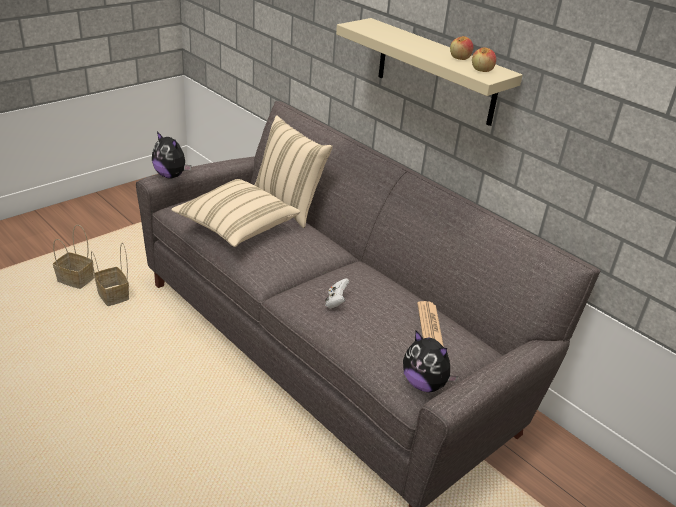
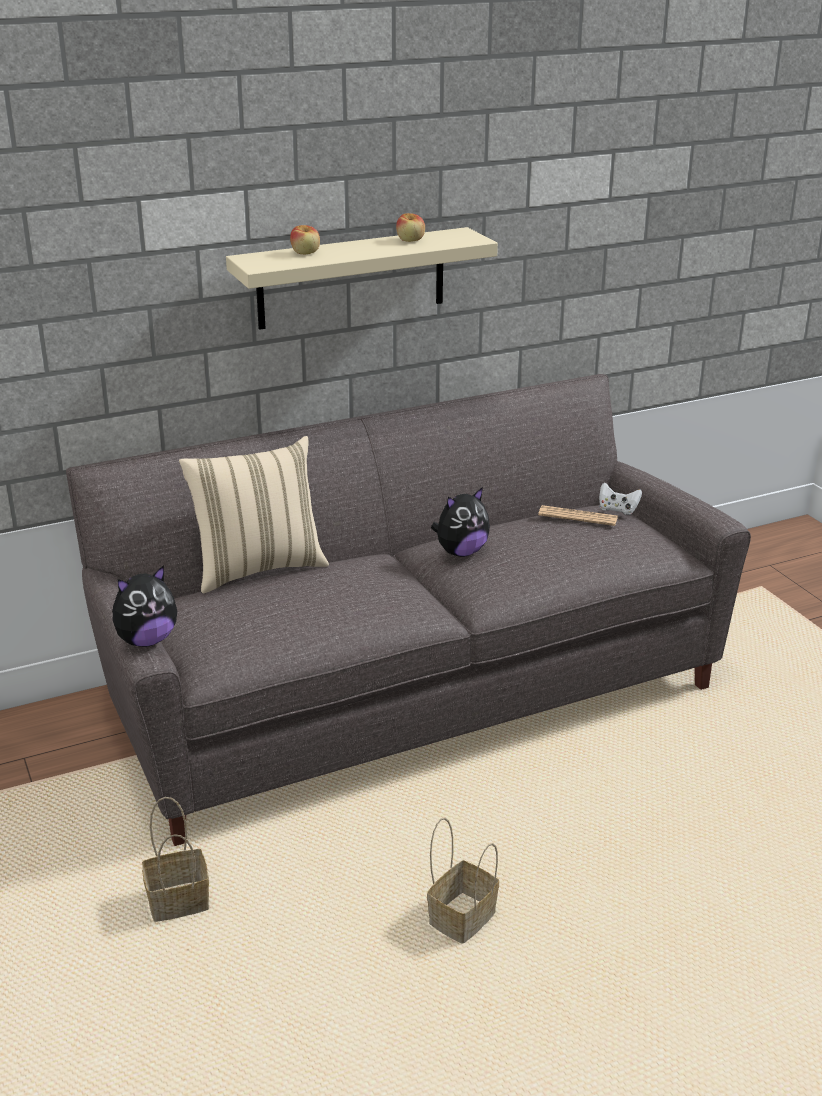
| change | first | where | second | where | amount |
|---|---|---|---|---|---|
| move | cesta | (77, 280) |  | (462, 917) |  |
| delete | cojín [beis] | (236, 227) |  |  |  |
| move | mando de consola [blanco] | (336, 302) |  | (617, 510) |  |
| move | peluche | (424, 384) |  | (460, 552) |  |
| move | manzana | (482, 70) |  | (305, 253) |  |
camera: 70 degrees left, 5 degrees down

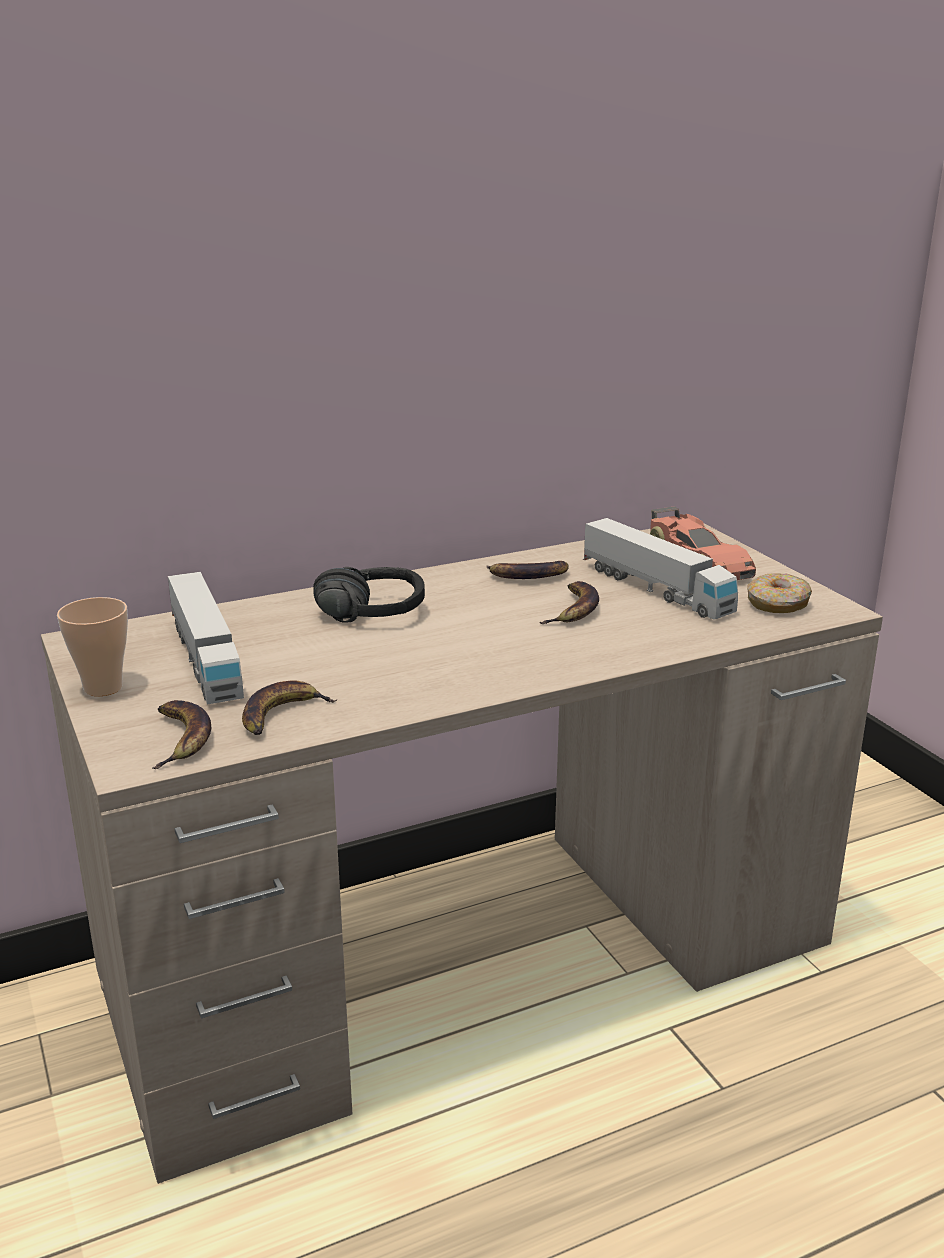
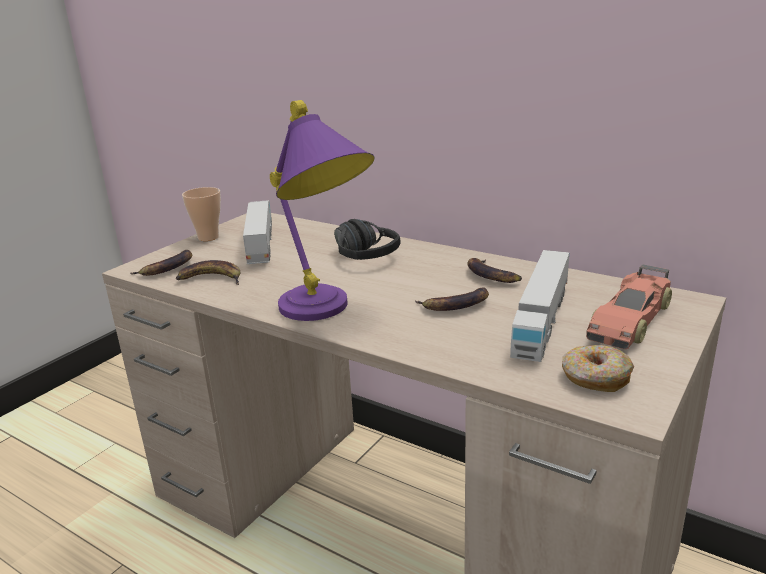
| change | first | where | second | where | amount |
|---|---|---|---|---|---|
| rotate | camión de juguete | (206, 659) |  | (260, 243) | 135 degrees clockwise |
| insert |  |  | lámpara de mesa [morado] | (326, 314) |  |
camera: 60 degrees right, 0 degrees up

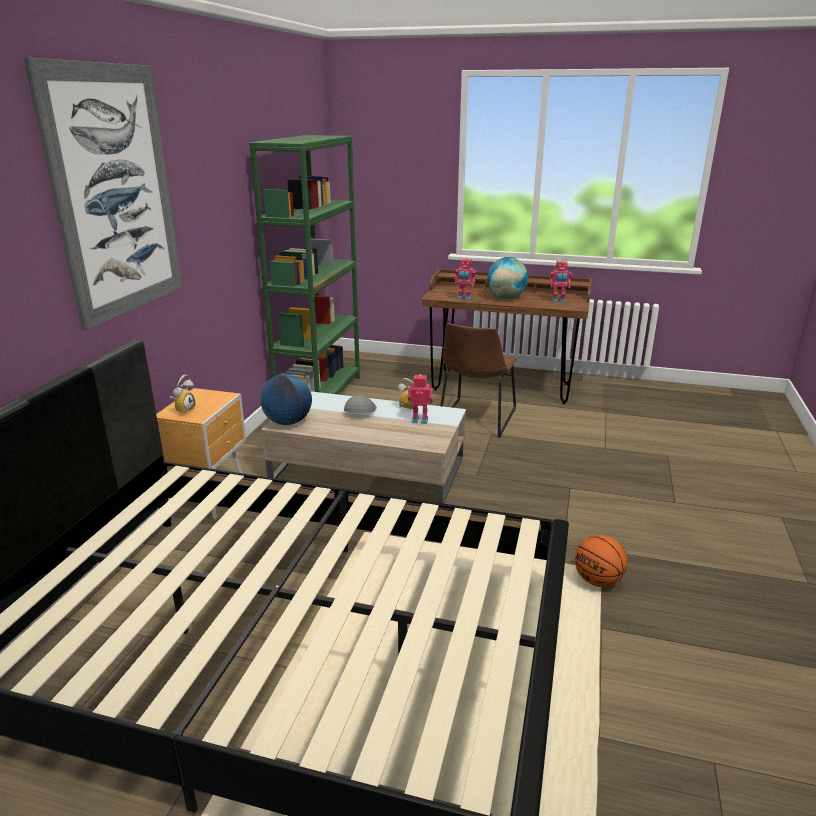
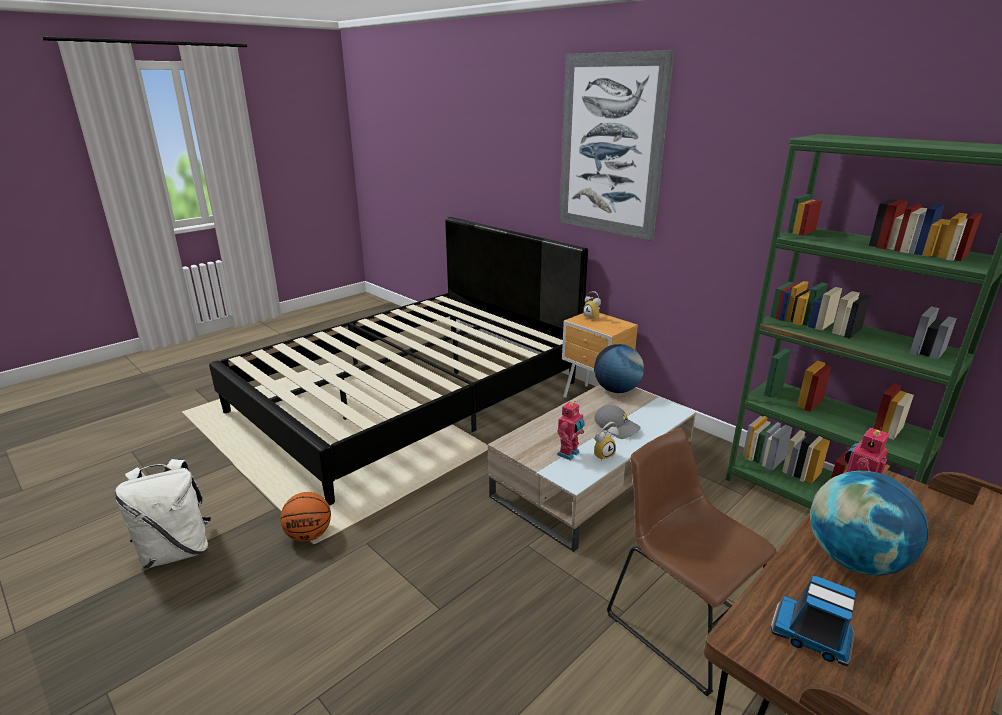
| change | first | where | second | where | amount |
|---|---|---|---|---|---|
| replace | robot de juguete | (558, 301) | camión de juguete | (813, 636) |  |
| insert |  |  | mochila [blanco] | (177, 551) |  |
camera: 120 degrees right, 0 degrees up

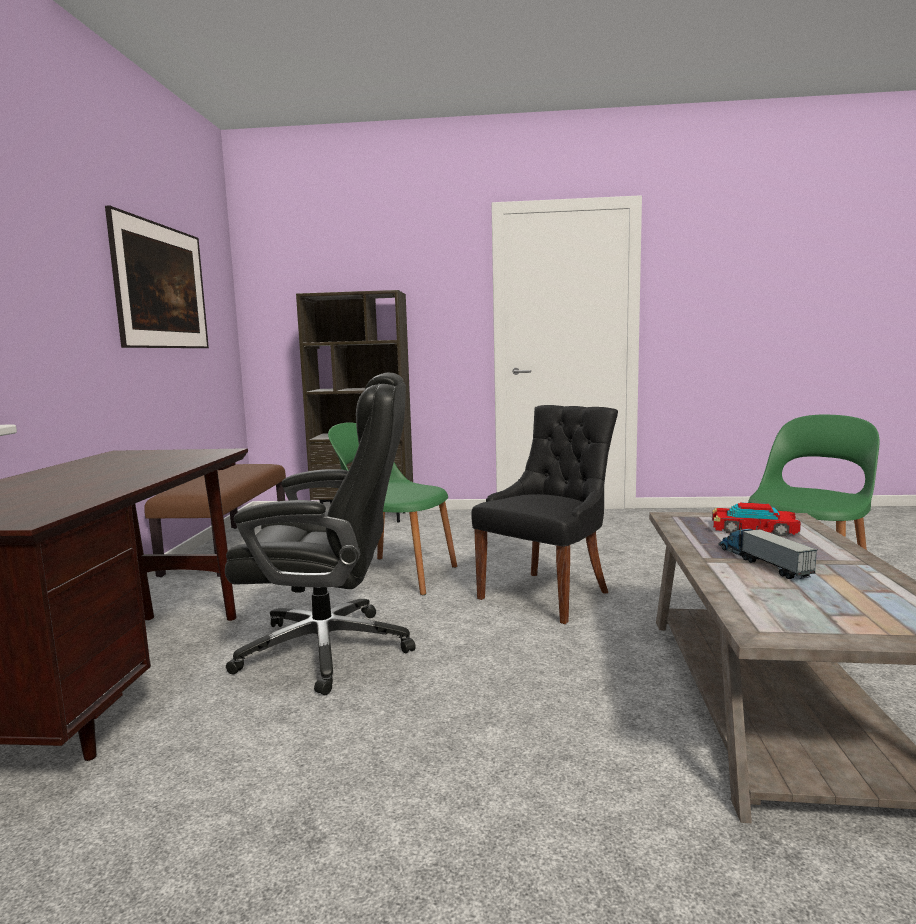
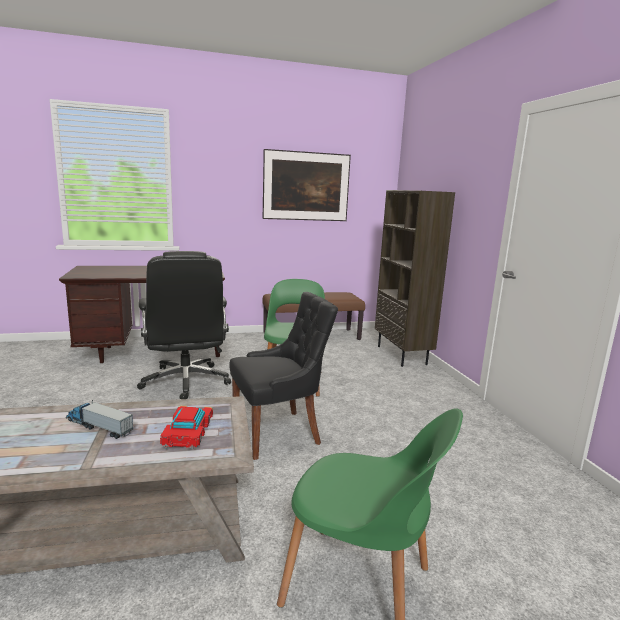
| change | first | where | second | where | amount |
|---|---|---|---|---|---|
| rotate | silla [negro] | (547, 595) |  | (278, 432) | 45 degrees counterclockwise |
| rotate | camión de juguete | (762, 563) |  | (98, 427) | 120 degrees counterclockwise |
camera: 70 degrees right, 5 degrees up

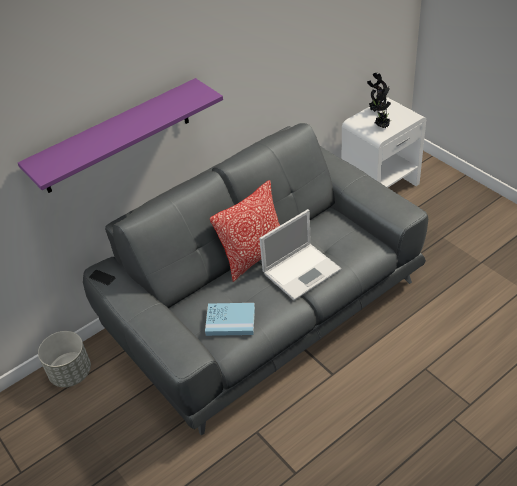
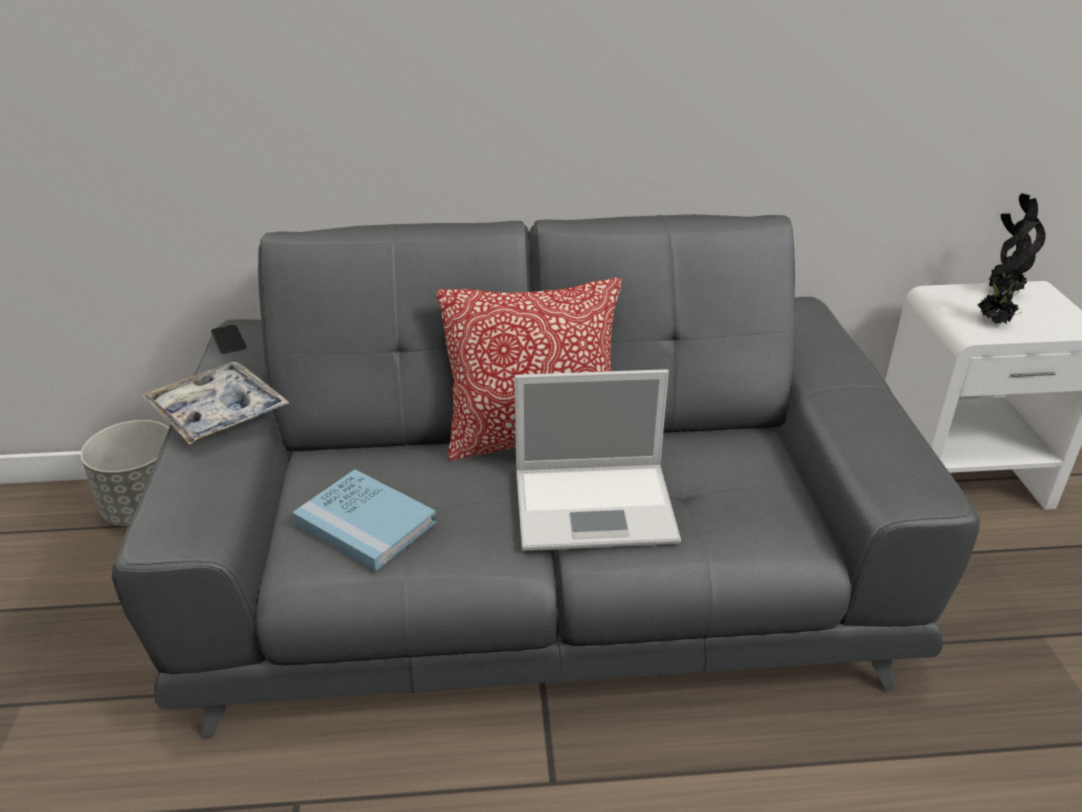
| change | first | where | second | where | amount |
|---|---|---|---|---|---|
| delete | estante [morado] | (116, 137) |  |  |  |
| insert |  |  | bandeja | (218, 413) |  |
camera: 30 degrees right, 10 degrees down

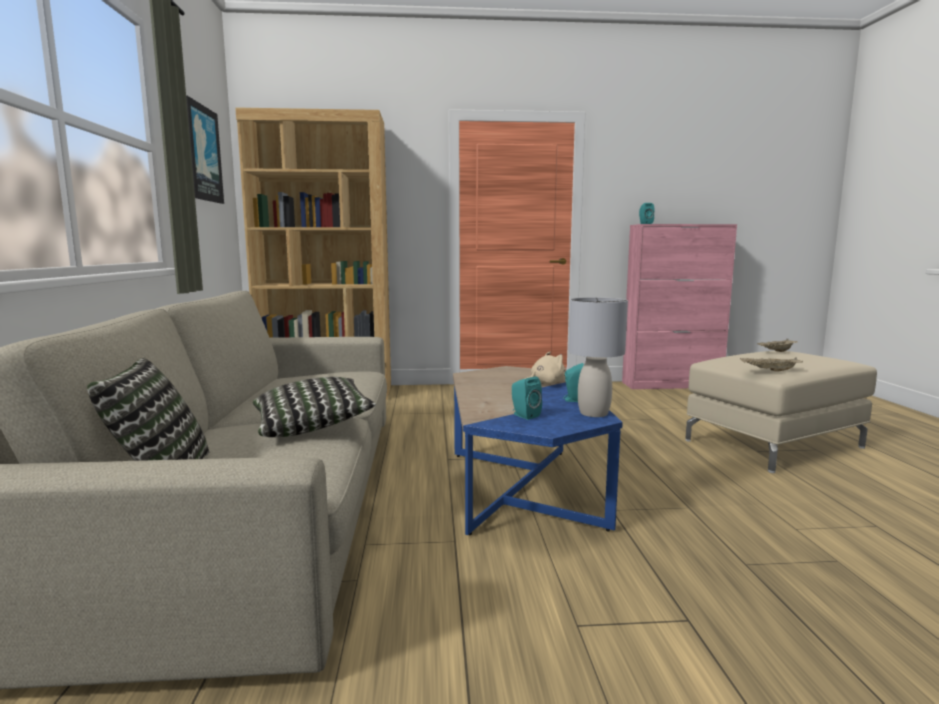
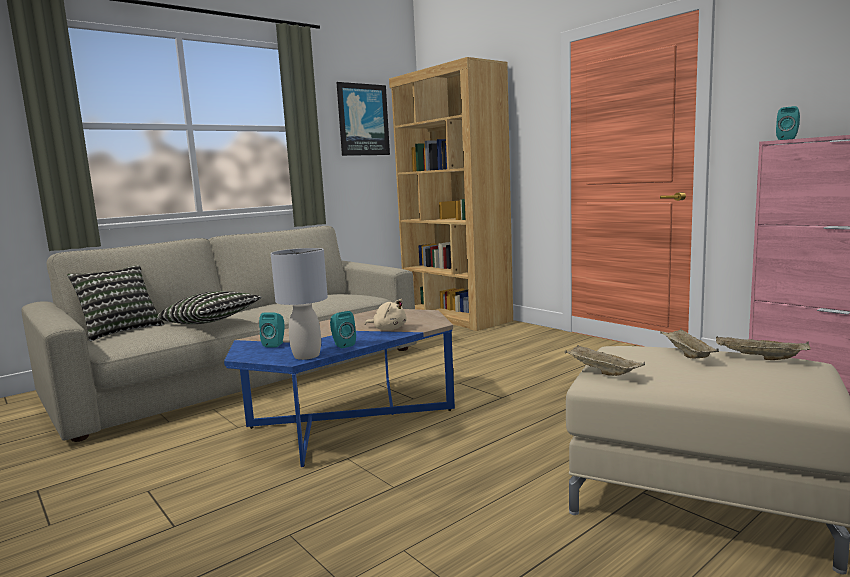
| change | first | where | second | where | amount |
|---|---|---|---|---|---|
| insert |  |  | bandeja [beis] | (686, 354) |  |
camera: 55 degrees right, 0 degrees up

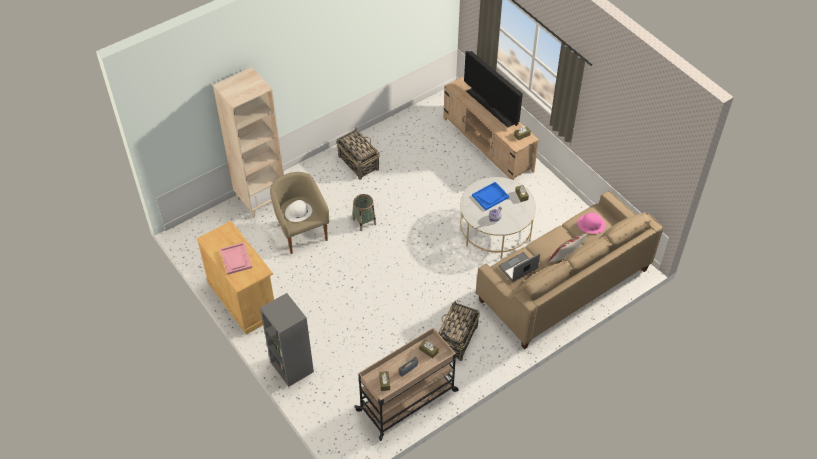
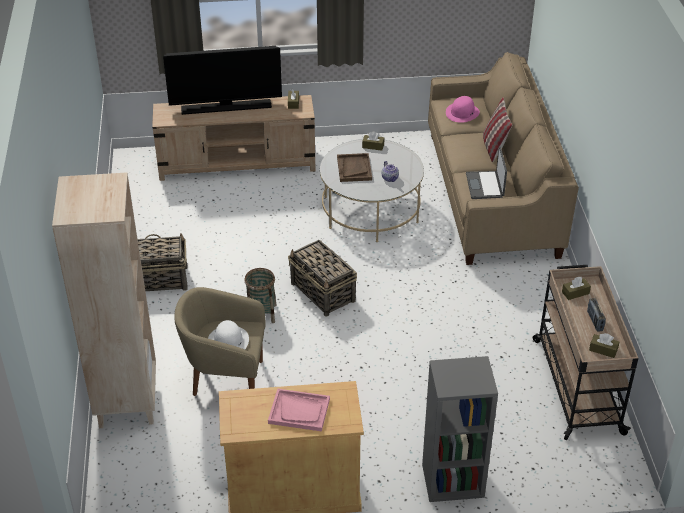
| change | first | where | second | where | amount |
|---|---|---|---|---|---|
| move | cesta | (456, 339) |  | (323, 292) |  |
| recolor | bandeja [azul] | (490, 196) | bandeja [marrón] | (354, 168) |  |
camera: 60 degrees left, 10 degrees down

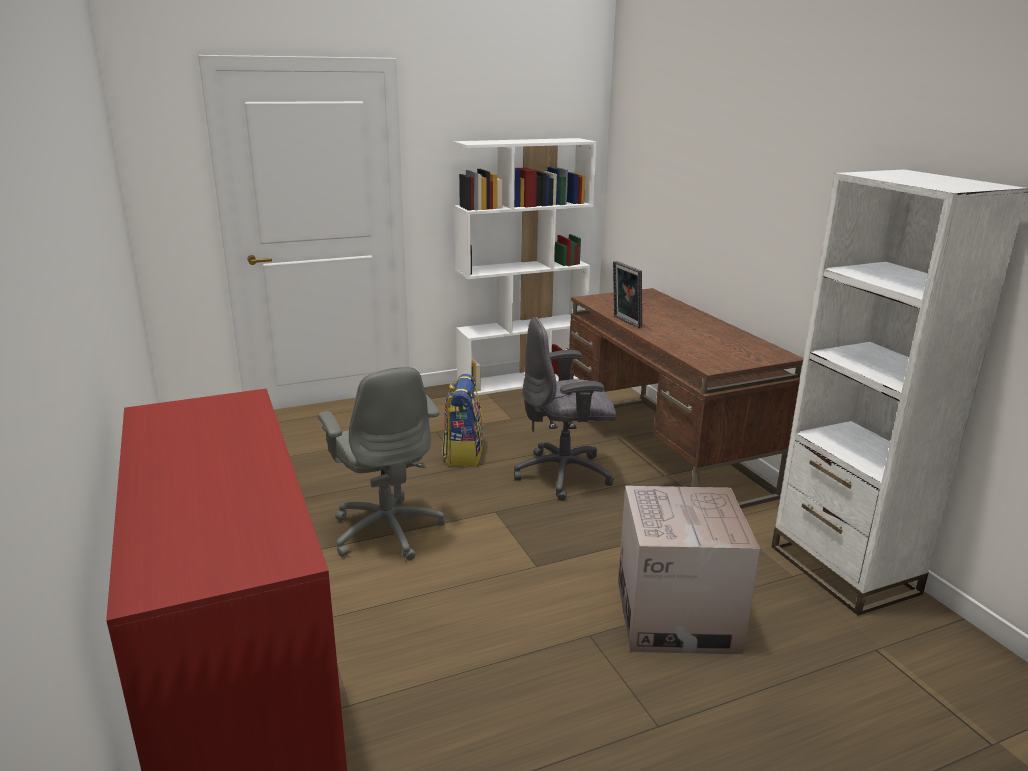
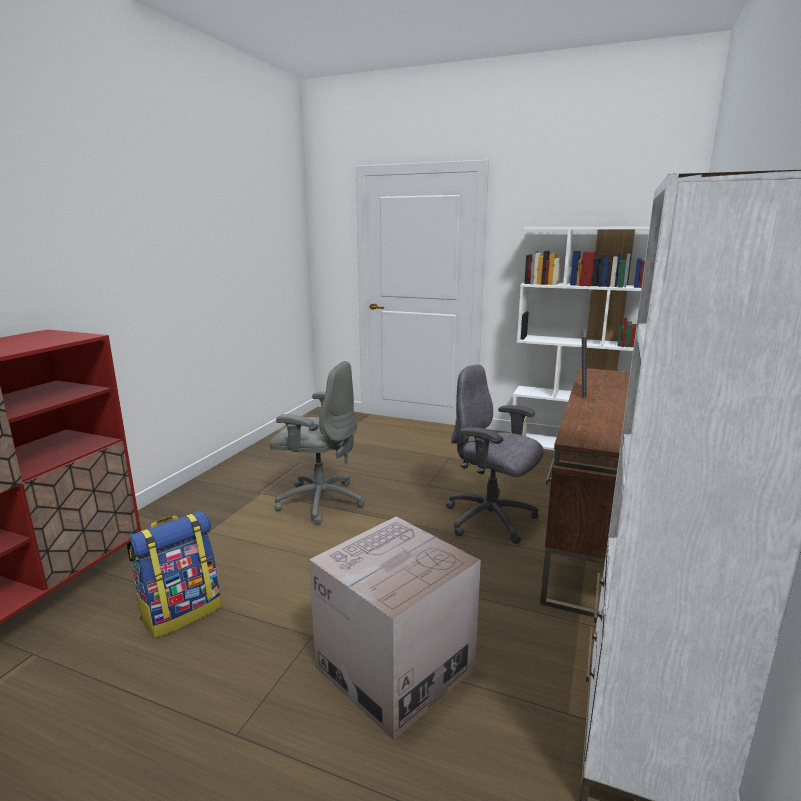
| change | first | where | second | where | amount |
|---|---|---|---|---|---|
| rotate | silla de oficina [gris] | (387, 530) |  | (319, 501) | 90 degrees counterclockwise |
| move | mochila | (463, 454) |  | (182, 612) |  |
camera: 45 degrees right, 5 degrees down

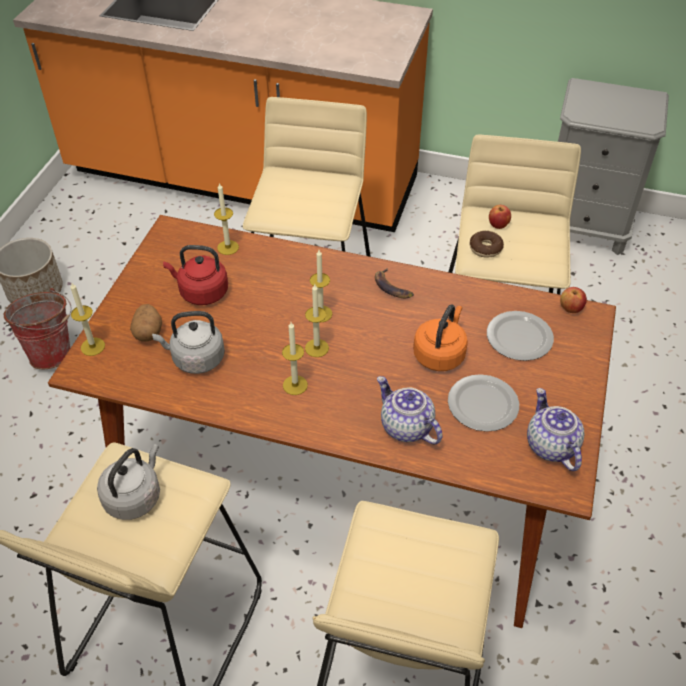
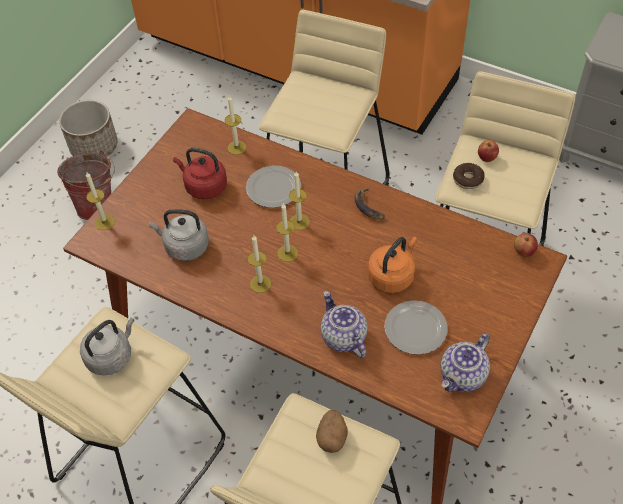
| change | first | where | second | where | amount |
|---|---|---|---|---|---|
| move | patata | (148, 332) |  | (332, 437) |  |
| move | plato | (520, 337) |  | (274, 188) |  |
| rotate | tetera | (550, 445) |  | (463, 376) | 135 degrees counterclockwise |
camera: 15 degrees right, 5 degrees up

